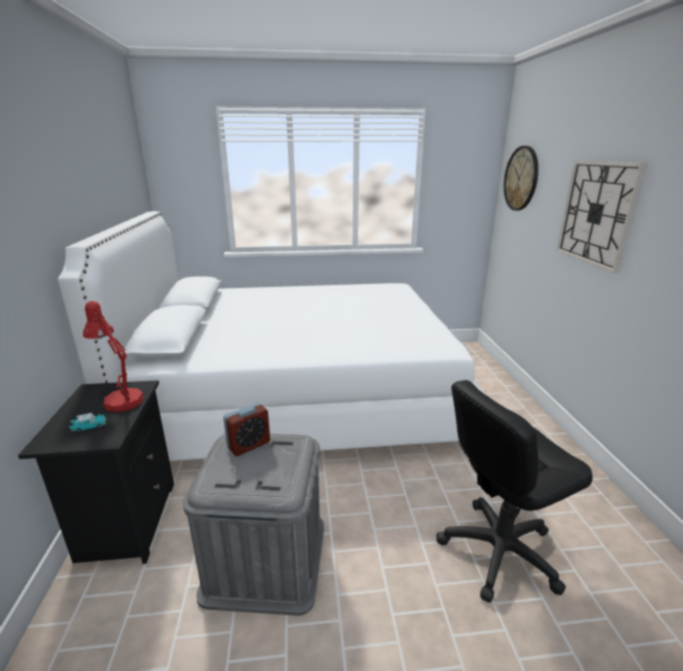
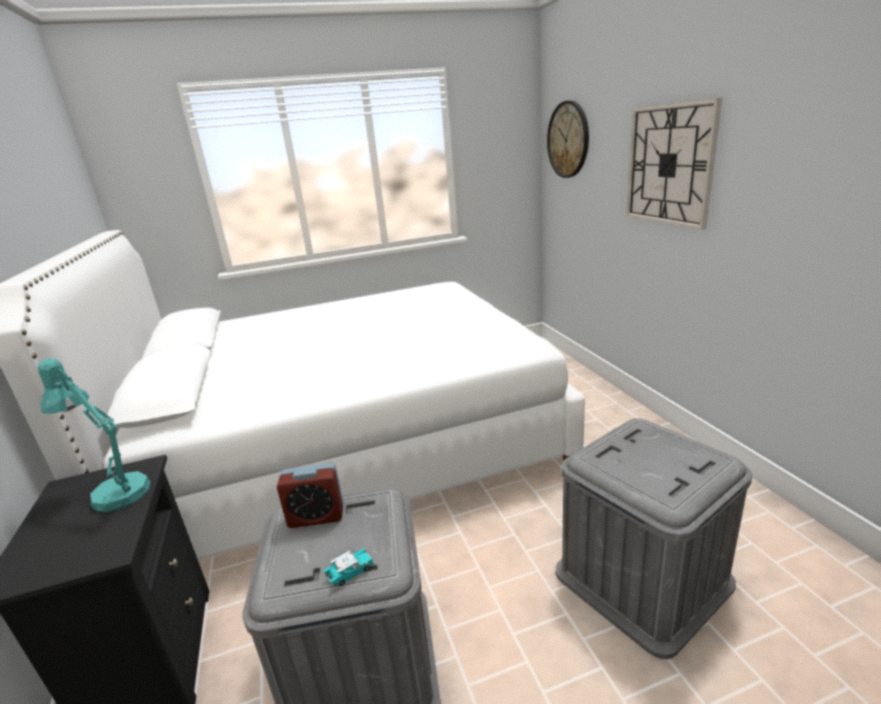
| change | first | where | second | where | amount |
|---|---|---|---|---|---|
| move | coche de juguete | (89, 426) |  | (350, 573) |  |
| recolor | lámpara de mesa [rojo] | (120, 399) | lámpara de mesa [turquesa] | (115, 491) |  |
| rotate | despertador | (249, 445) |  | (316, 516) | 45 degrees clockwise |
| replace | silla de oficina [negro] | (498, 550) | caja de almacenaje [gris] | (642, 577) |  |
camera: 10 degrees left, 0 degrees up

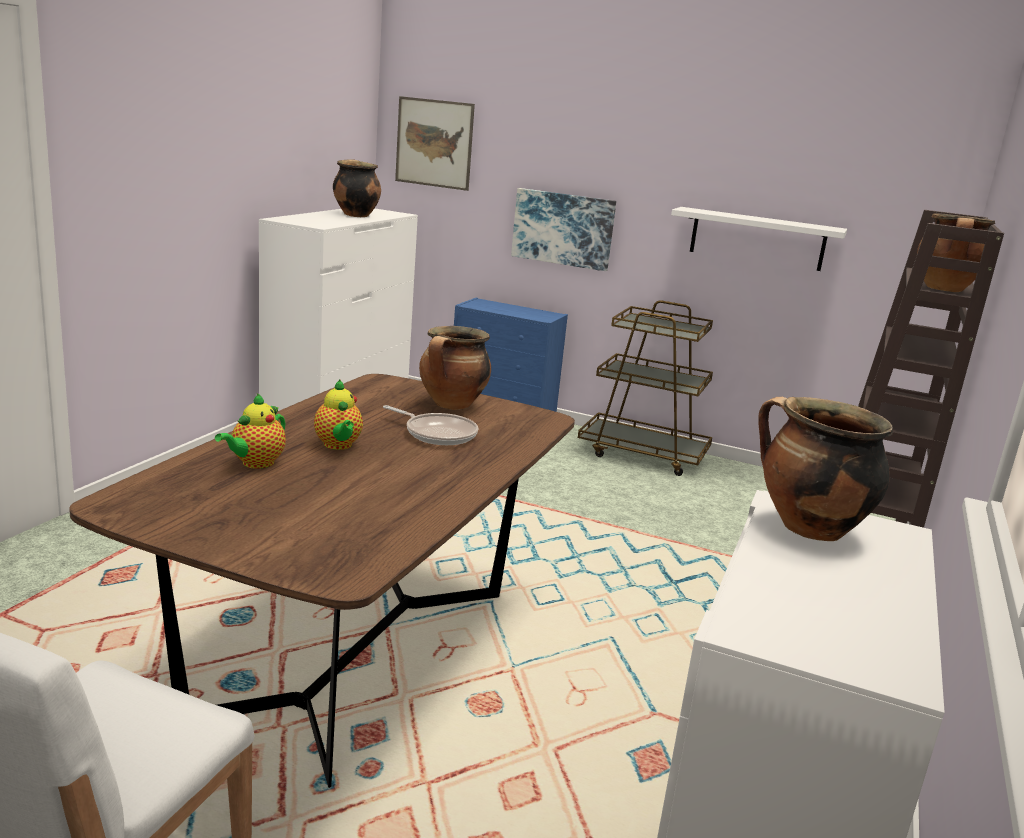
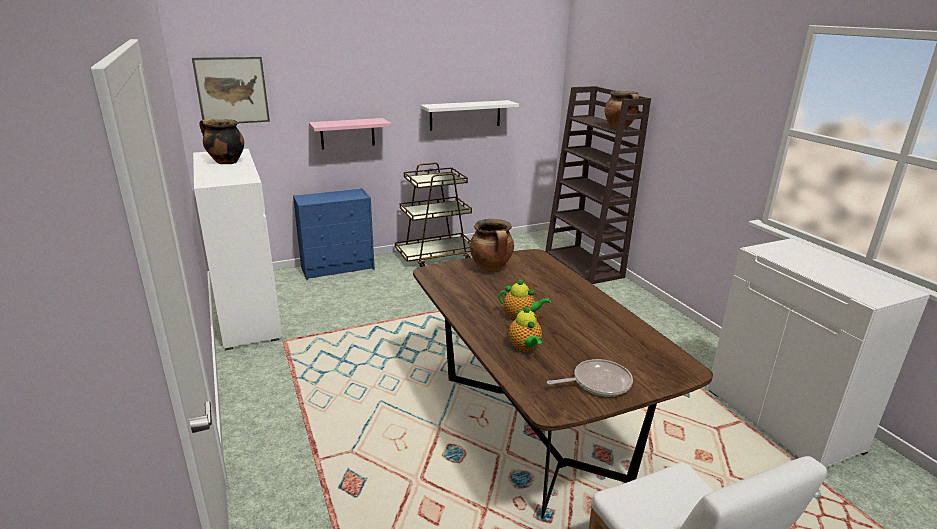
| change | first | where | second | where | amount |
|---|---|---|---|---|---|
| move | sartén | (437, 434) |  | (598, 382) |  |
| replace | cuadro | (563, 228) | estante [rosa] | (347, 133) |  |
| delete | olla | (807, 528) |  |  |  |
camera: 45 degrees left, 5 degrees up

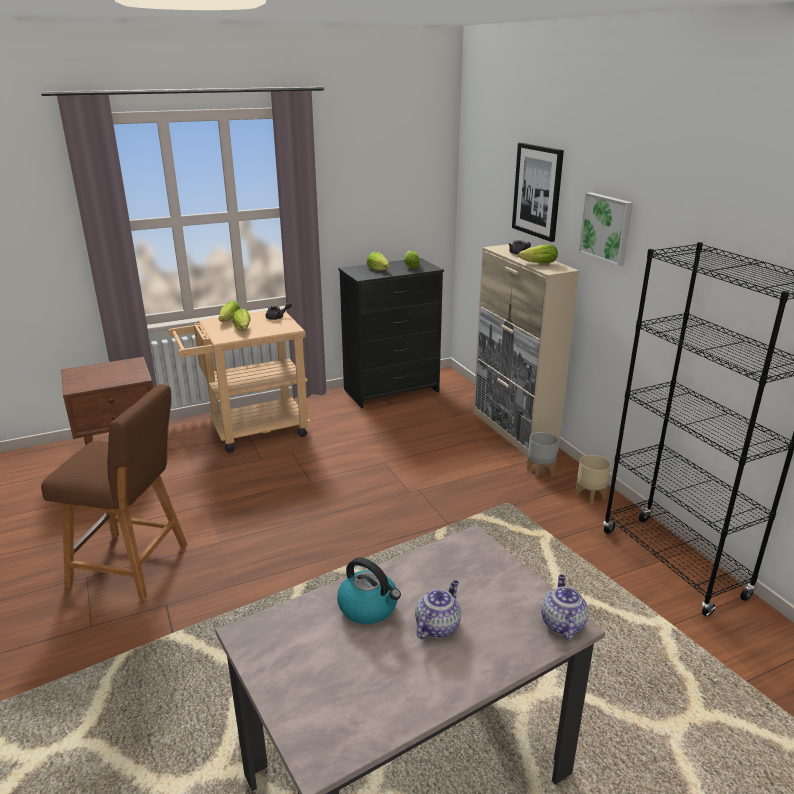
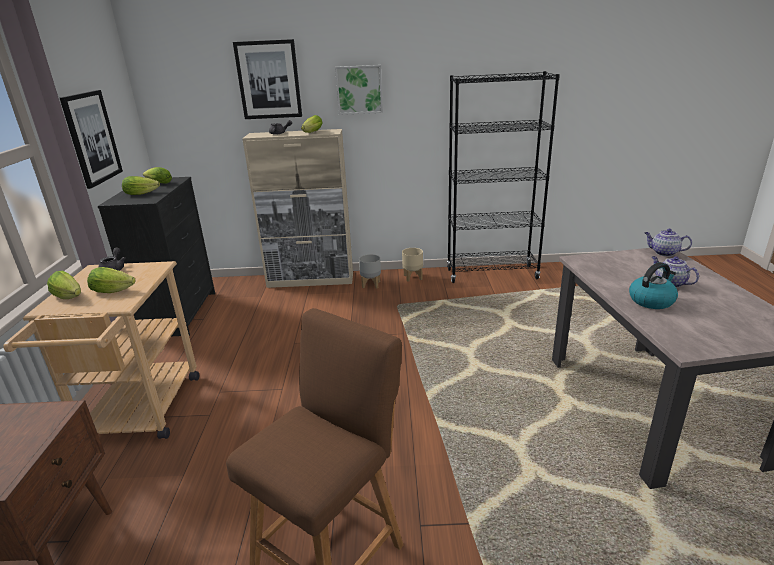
| change | first | where | second | where | amount |
|---|---|---|---|---|---|
| insert |  |  | cuadro | (92, 138) |  |
camera: 65 degrees left, 0 degrees up

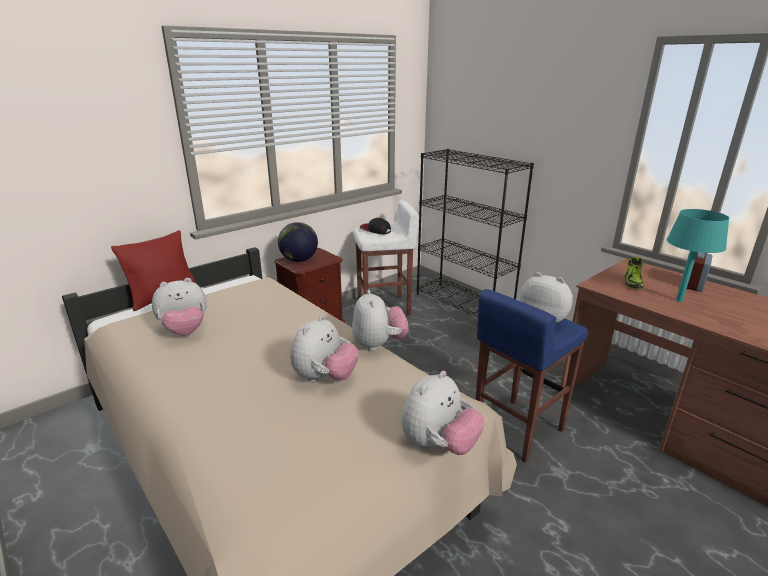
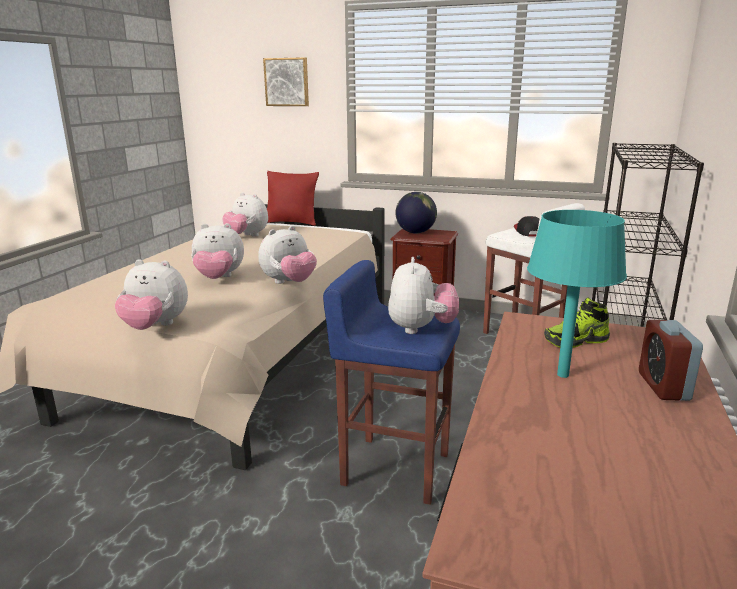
| change | first | where | second | where | amount |
|---|---|---|---|---|---|
| rotate | despertador | (694, 285) |  | (663, 386) | 90 degrees counterclockwise |
| insert |  |  | cuadro | (287, 82) |  |
camera: 60 degrees right, 5 degrees down

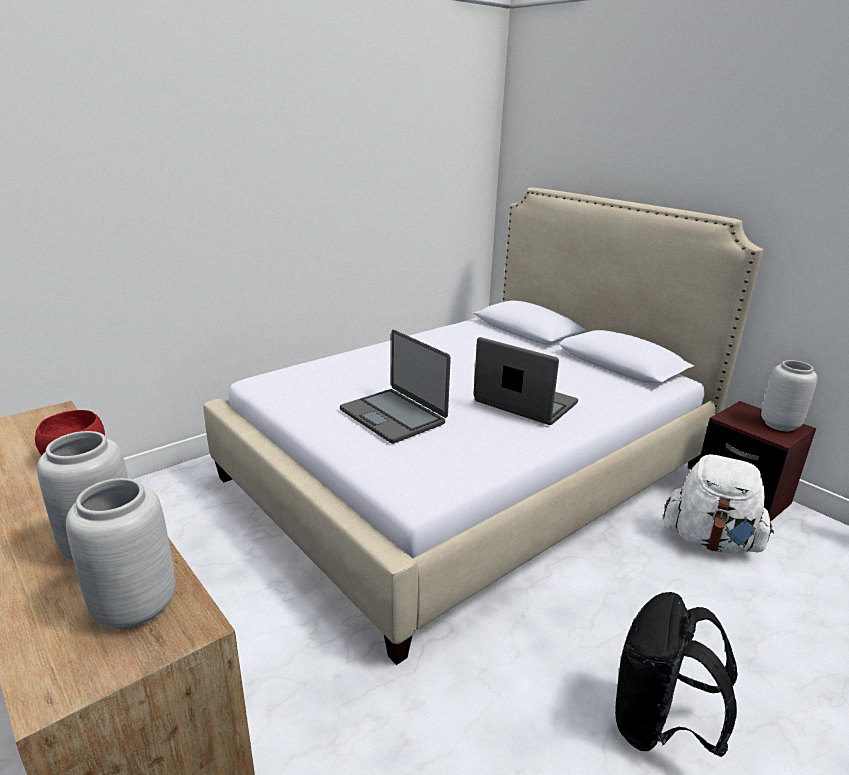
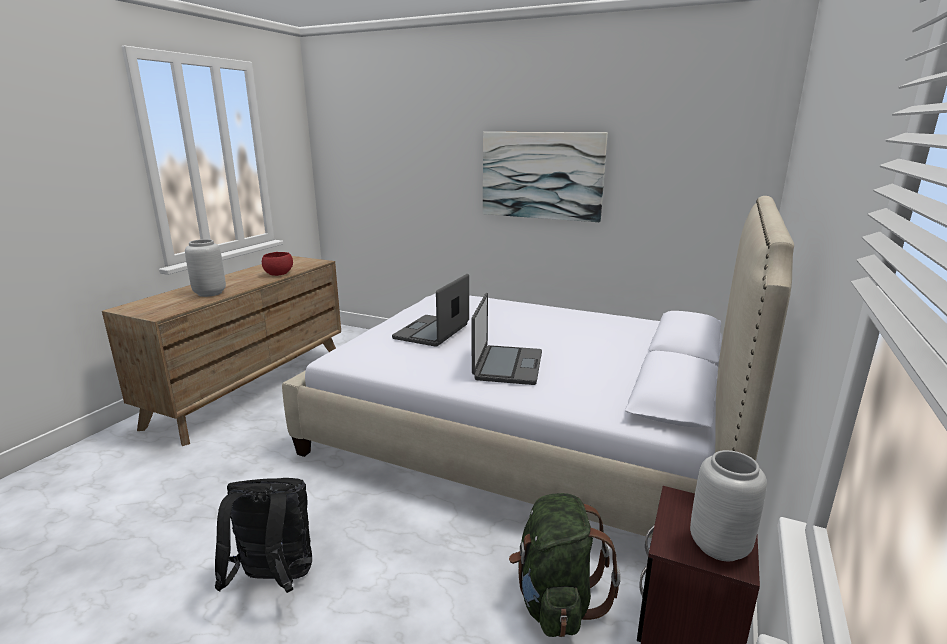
| change | first | where | second | where | amount |
|---|---|---|---|---|---|
| delete | florero [gris] | (134, 607) |  |  |  |
| recolor | mochila [blanco] | (710, 541) | mochila [verde] | (556, 601) |  |
| insert |  |  | cuadro | (541, 175) |  |
camera: 65 degrees right, 5 degrees down

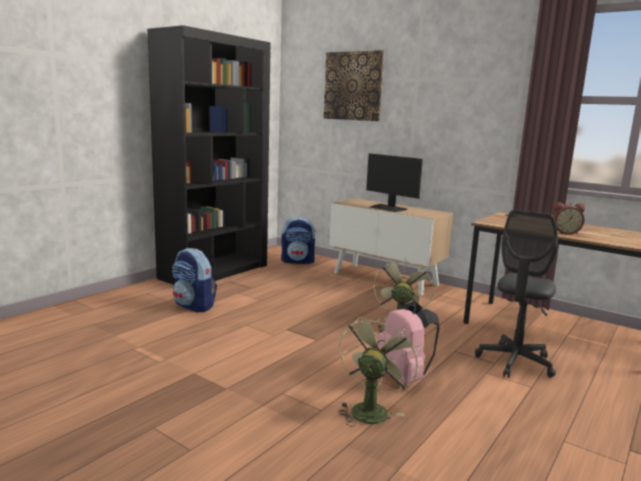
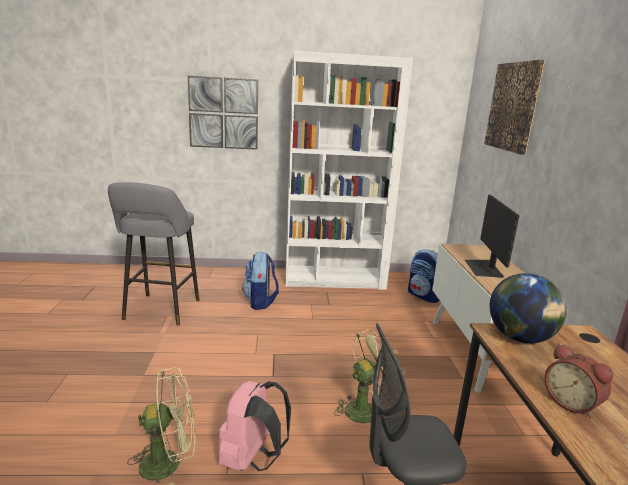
| change | first | where | second | where | amount |
|---|---|---|---|---|---|
| recolor | estantería [negro] | (215, 271) | estantería [blanco] | (334, 279) |  |
| insert |  |  | taburete [gris] | (160, 311) |  |
| insert |  |  | cuadro | (223, 113) |  |
| insert |  |  | globo terráqueo | (520, 338) |  |
camera: 50 degrees right, 5 degrees up

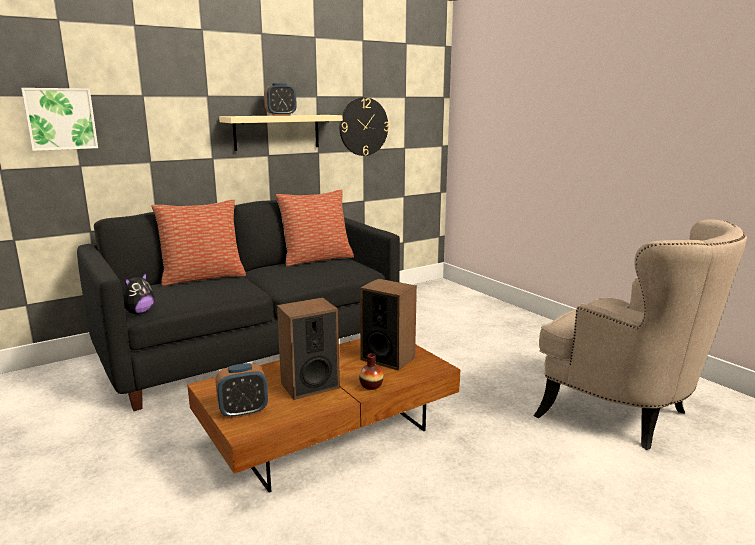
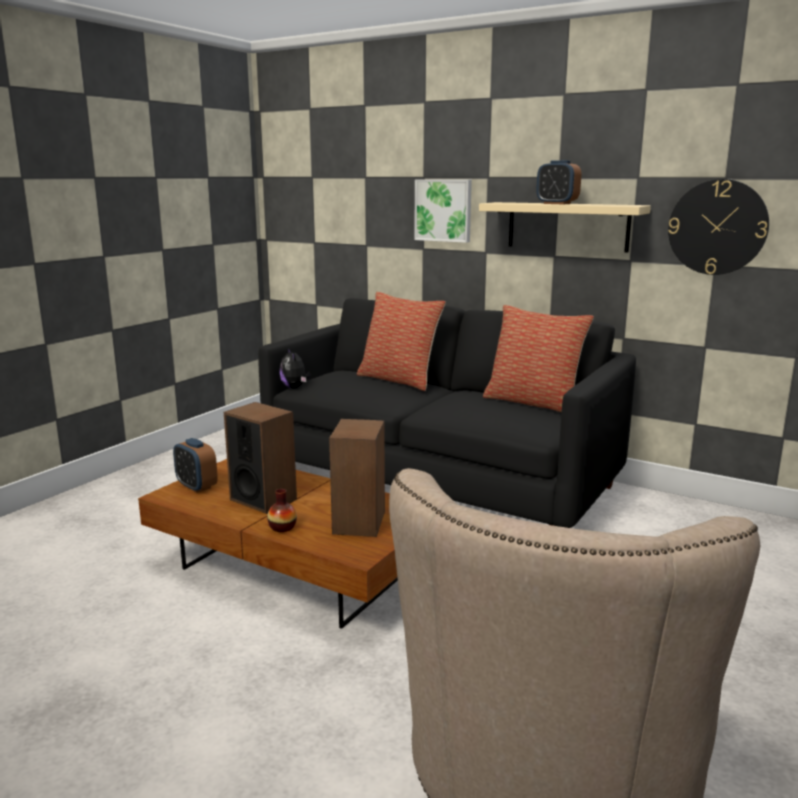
| change | first | where | second | where | amount |
|---|---|---|---|---|---|
| move | cuadro | (60, 119) |  | (443, 210) |  |
| rotate | peluche | (139, 313) |  | (295, 387) | 60 degrees clockwise |
camera: 65 degrees right, 0 degrees up

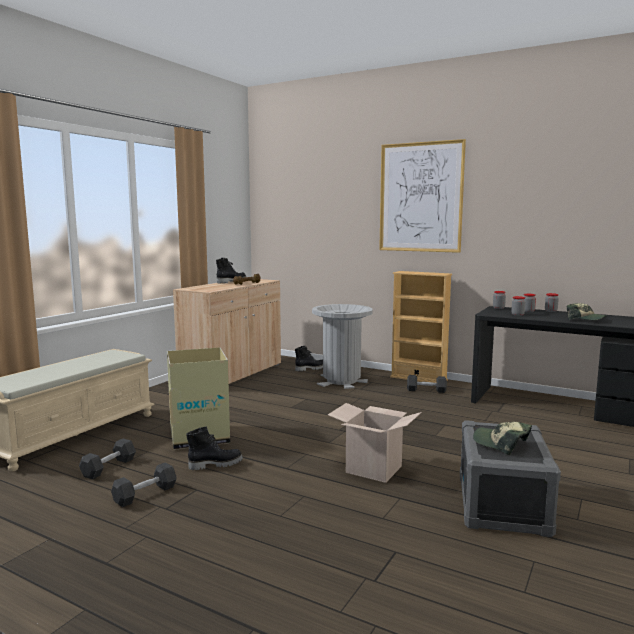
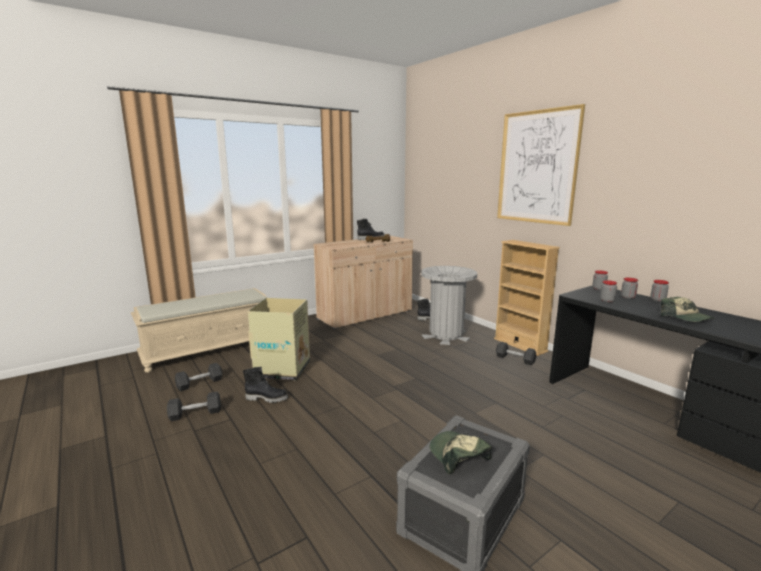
| change | first | where | second | where | amount |
|---|---|---|---|---|---|
| delete | caja de cartón | (373, 469) |  |  |  |
camera: 25 degrees right, 5 degrees up

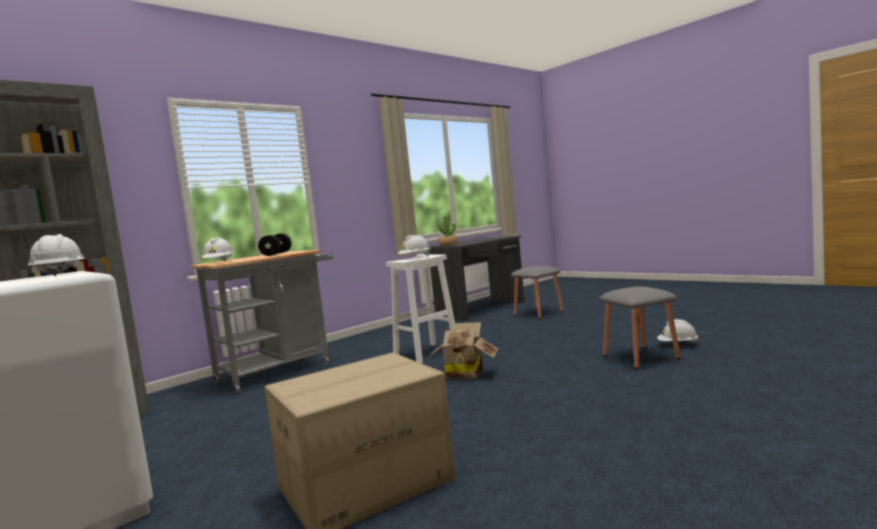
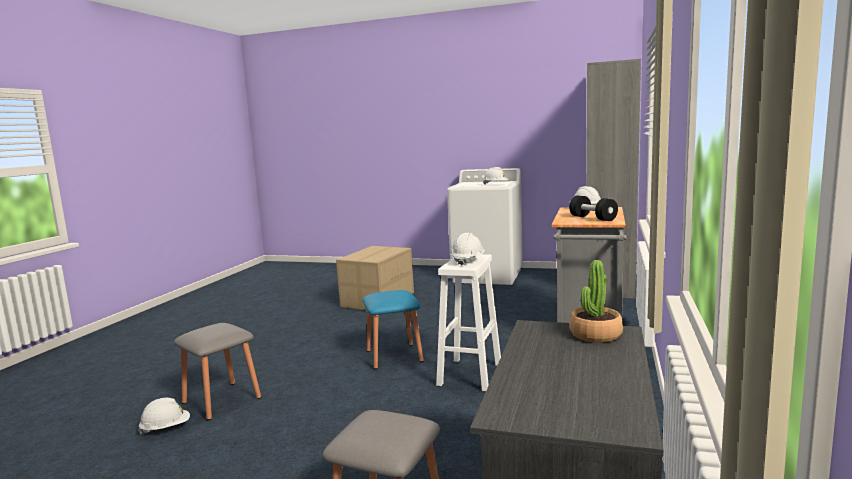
| change | first | where | second | where | amount |
|---|---|---|---|---|---|
| replace | caja de cartón | (464, 373) | taburete [azul] | (394, 356) |  |
camera: 150 degrees right, 5 degrees up

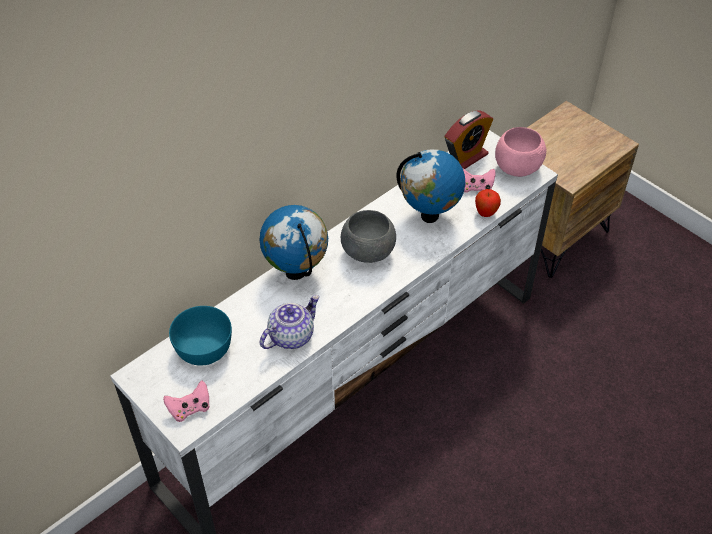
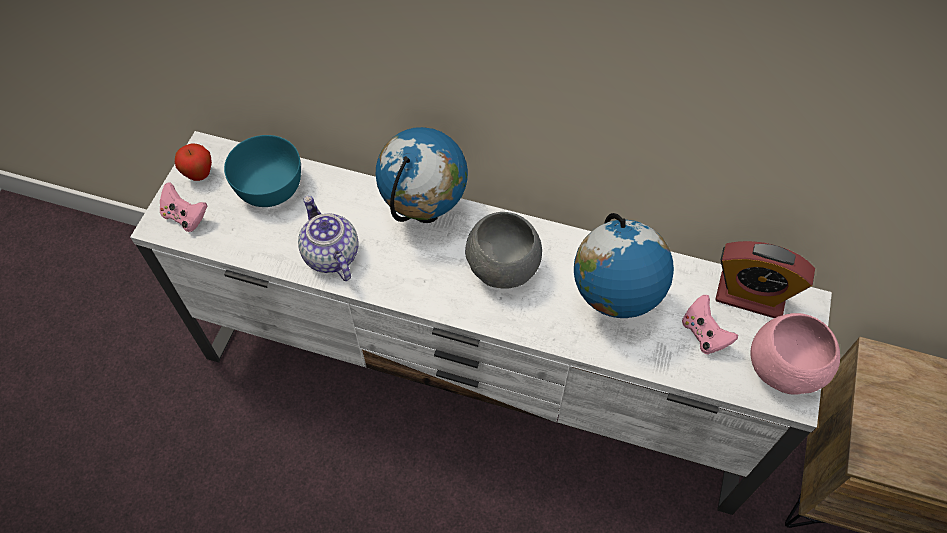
| change | first | where | second | where | amount |
|---|---|---|---|---|---|
| rotate | tetera | (291, 335) |  | (330, 255) | 135 degrees counterclockwise |
| move | manzana | (486, 213) |  | (199, 175) |  |
camera: 60 degrees right, 10 degrees up

